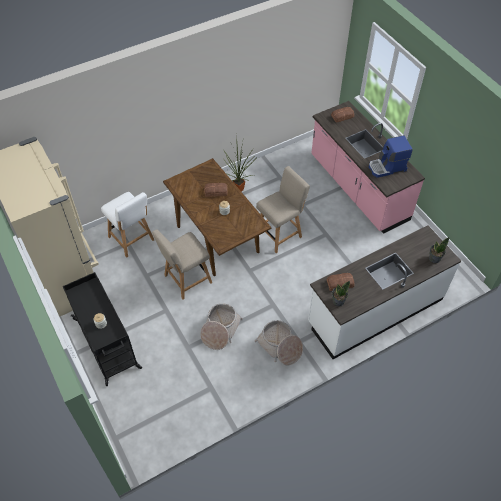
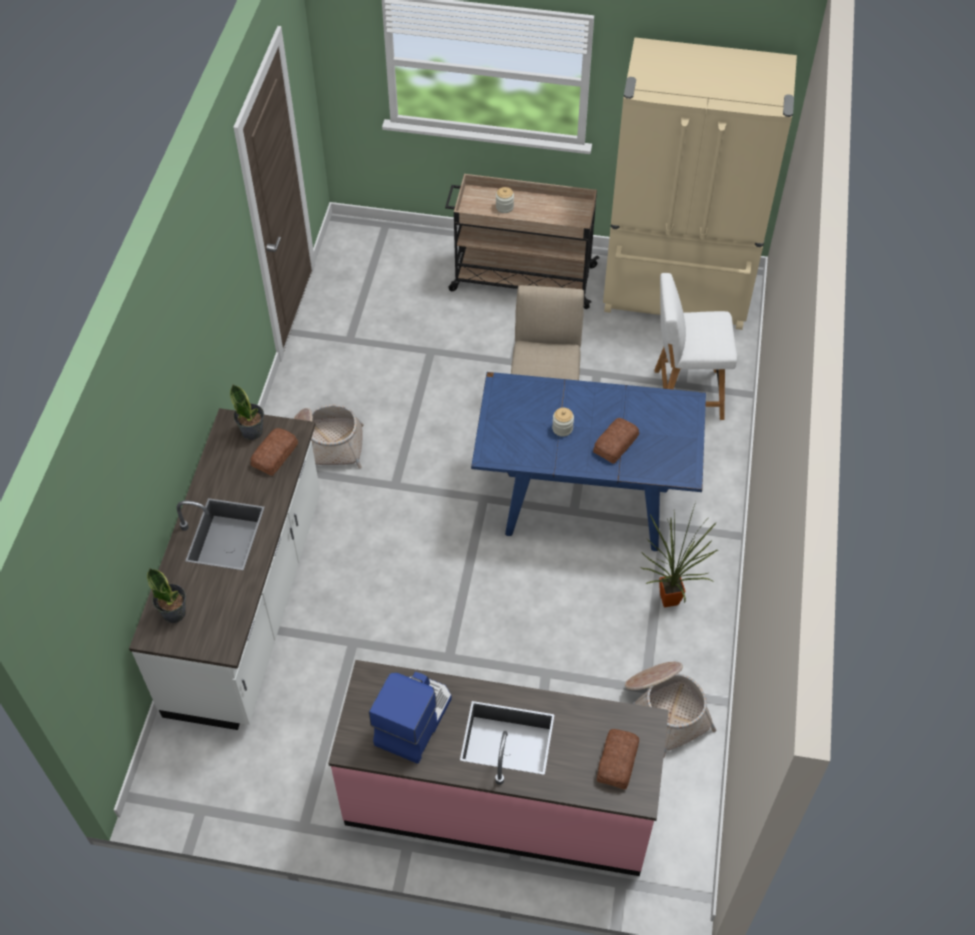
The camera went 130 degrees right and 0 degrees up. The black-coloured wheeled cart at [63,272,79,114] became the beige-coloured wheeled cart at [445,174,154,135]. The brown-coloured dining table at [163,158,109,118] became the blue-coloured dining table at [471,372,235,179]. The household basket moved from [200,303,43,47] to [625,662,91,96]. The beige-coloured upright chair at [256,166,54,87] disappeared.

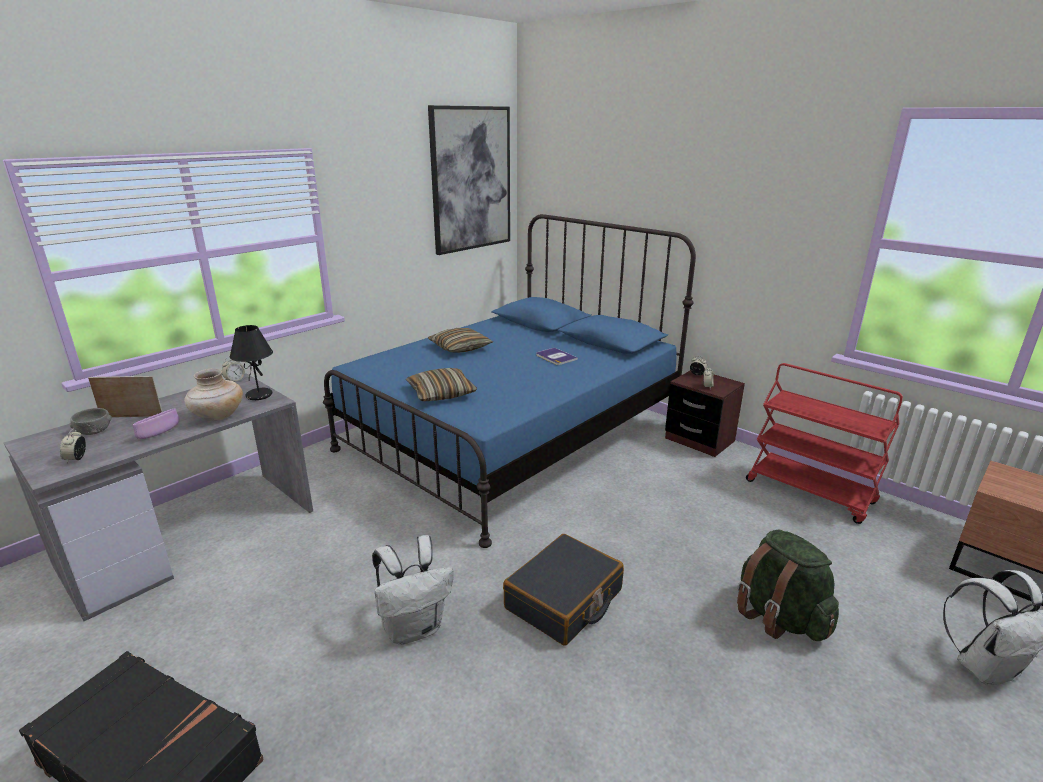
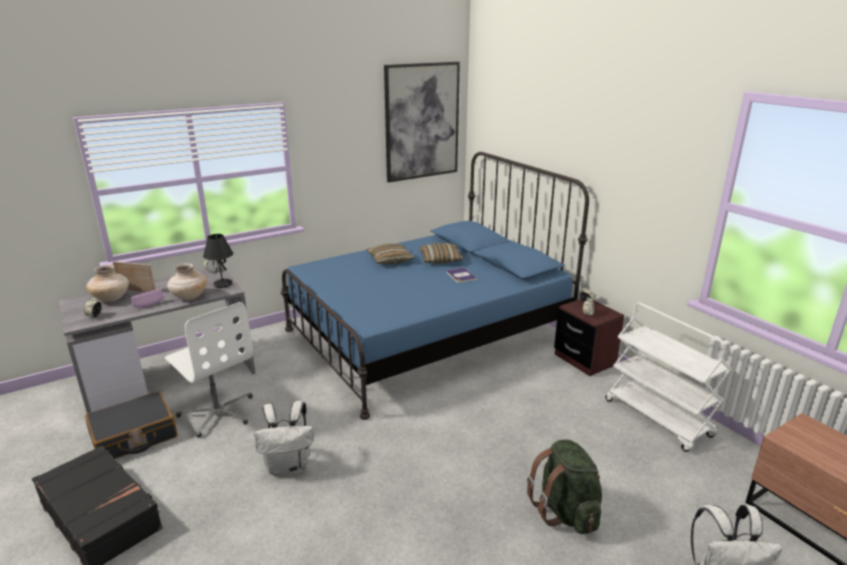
The camera went 15 degrees right and 0 degrees up. The greyish bowl at [69,408,43,27] was replaced by the beige-coloured vase at [87,265,42,37]. The pillow moved from [406,368,71,33] to [419,243,44,20]. The black-coloured piece of luggage moved from [503,534,121,112] to [85,391,93,68]. The red wheeled cart at [746,363,157,161] became the whitish wheeled cart at [605,302,127,150]. The whitish desk chair at [164,302,89,136] appeared.

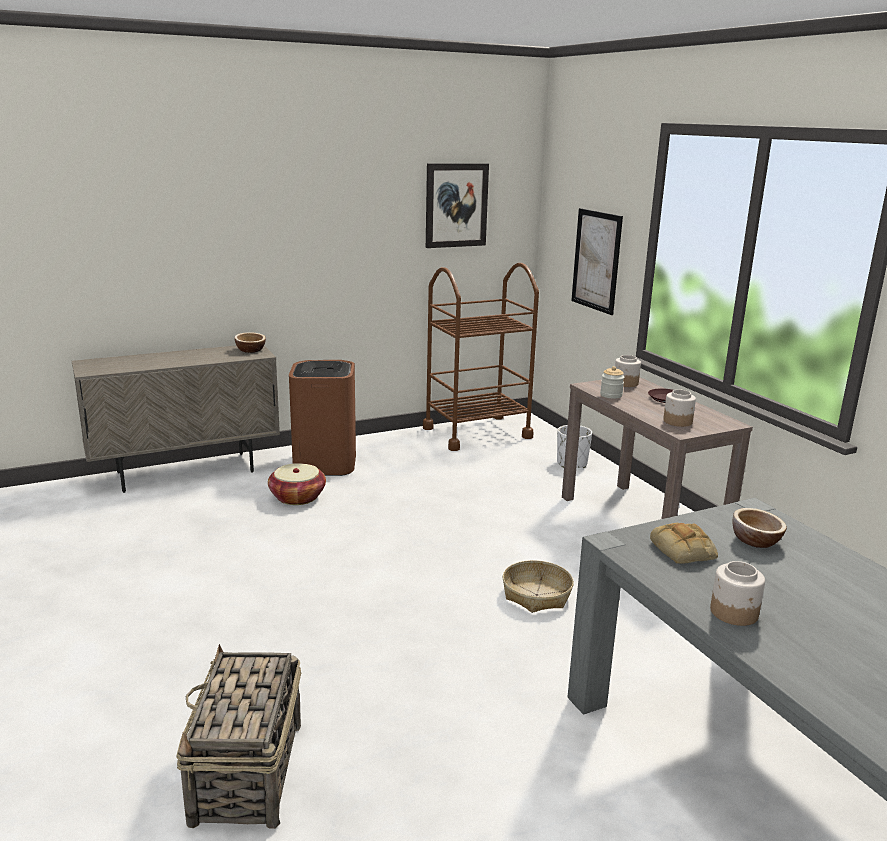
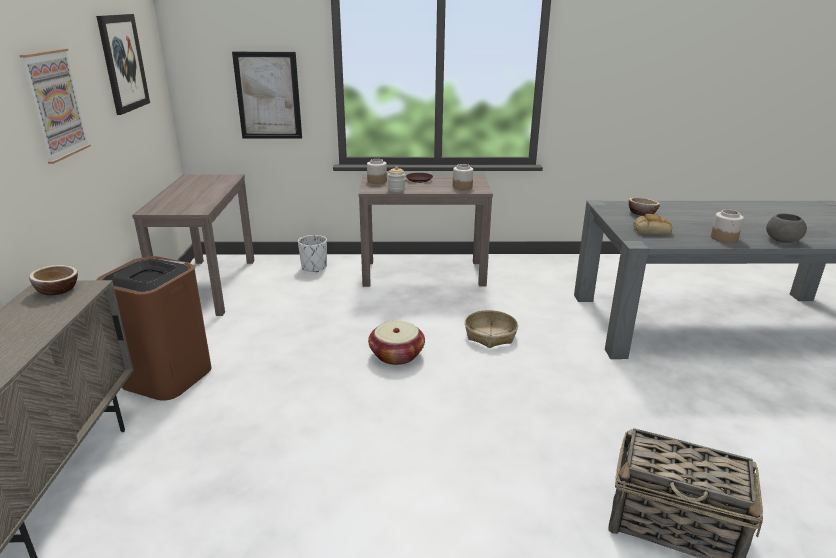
The camera went 65 degrees left and 5 degrees up. The household basket moved from [268,463,58,42] to [368,321,57,44]. The brown-coloured wheeled cart at [423,263,116,188] was replaced by the brown-coloured hall table at [132,174,122,142]. The wall picture at [20,49,71,115] appeared. The greyish bowl at [766,214,41,29] appeared.

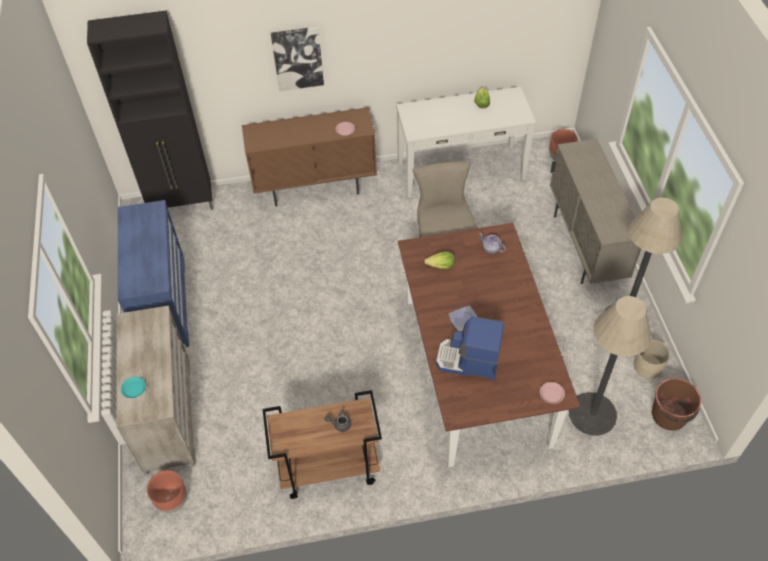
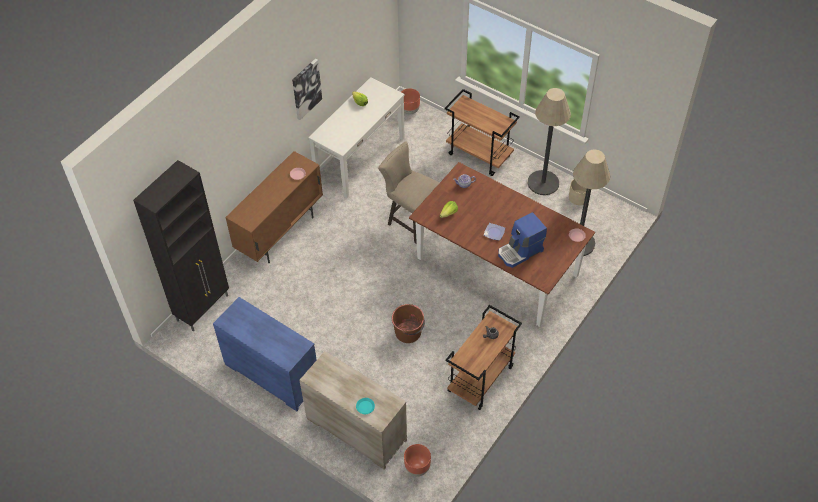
The camera went 45 degrees left and 0 degrees up. The wall picture moved from [271,27,53,64] to [292,58,30,62]. The beige-coloured cabinet at [550,139,91,145] was replaced by the brown-coloured wheeled cart at [445,89,75,87]. The brown-coloured pail moved from [652,378,49,52] to [392,304,33,39].

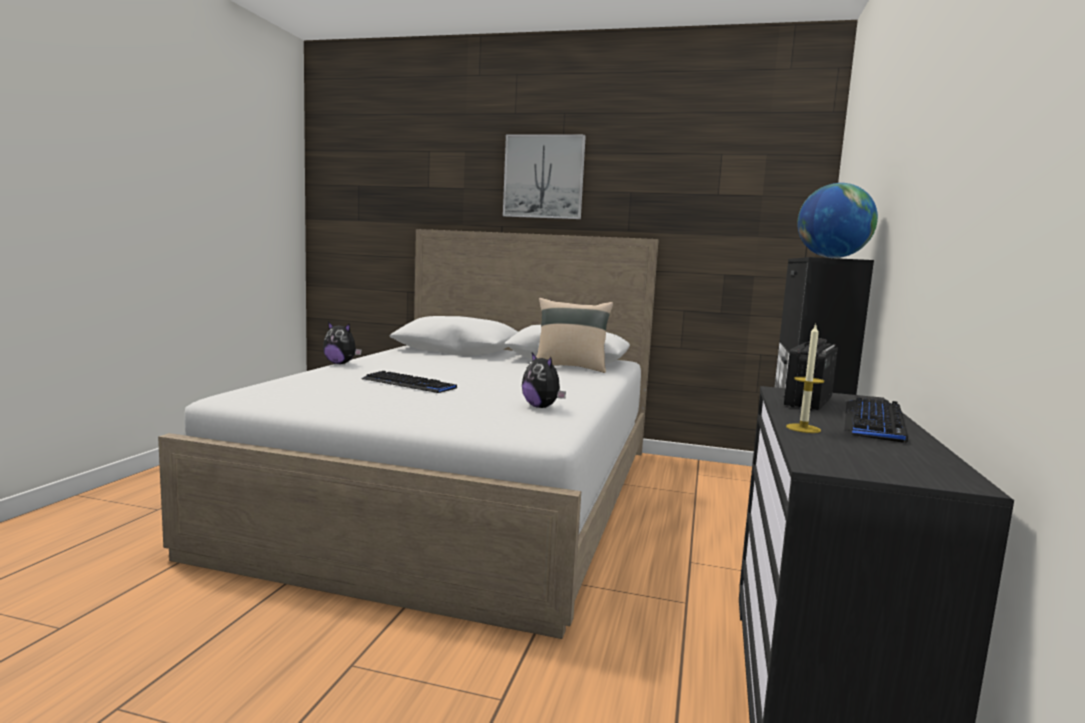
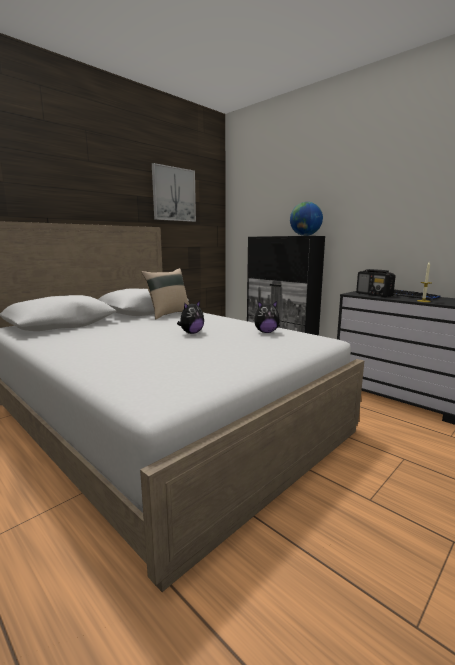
The camera went 60 degrees left and 5 degrees up. The plush toy moved from [323,322,39,42] to [177,301,27,33]. The PC keyboard at [362,371,95,22] disappeared. The wall picture moved from [503,134,83,85] to [152,163,44,59].

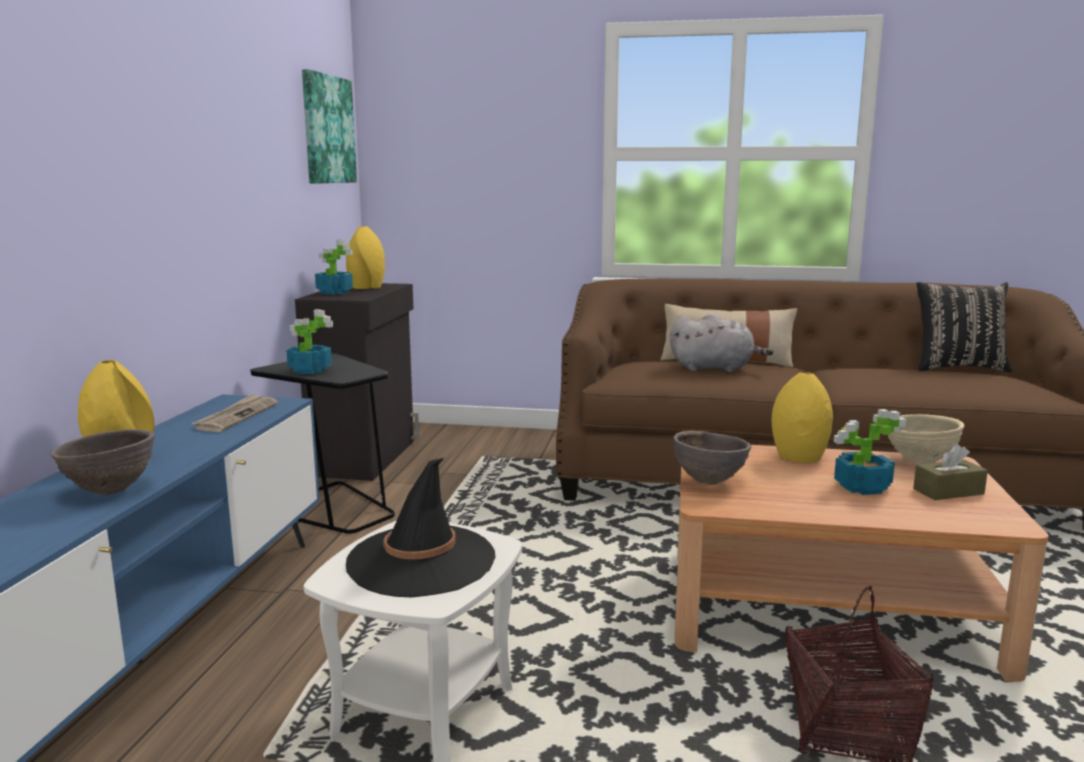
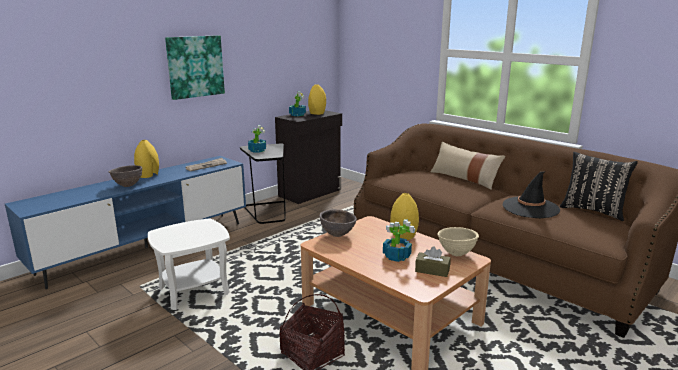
The camera went 35 degrees right and 5 degrees up. The wall picture moved from [302,69,55,115] to [165,35,60,65]. The black-coloured clothing hat moved from [346,458,150,139] to [503,171,57,47]. The greyish plush toy at [670,314,103,58] disappeared.

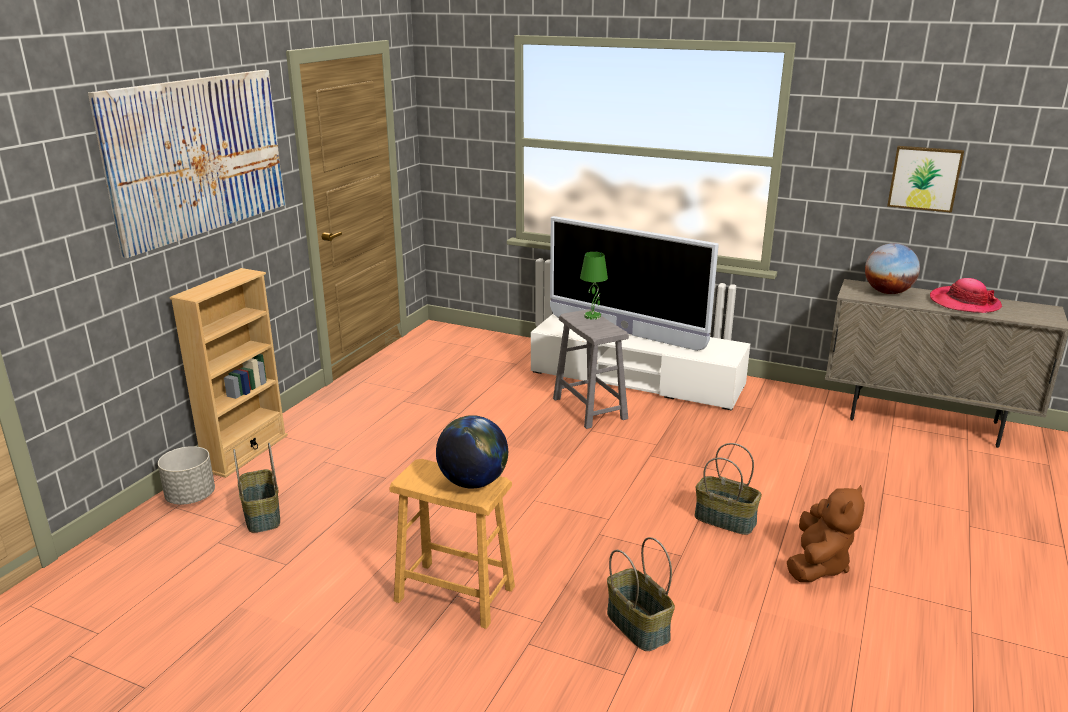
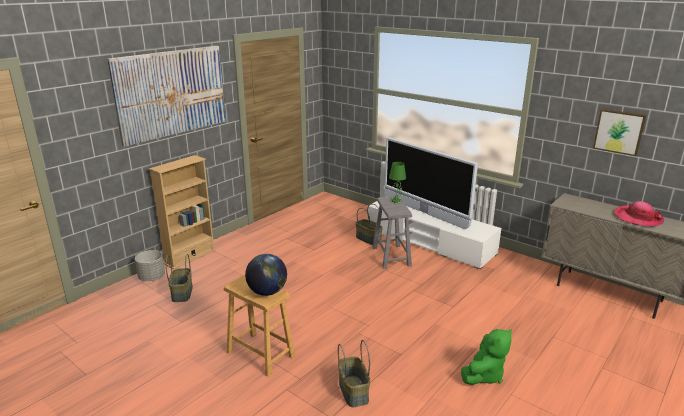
The camera went 15 degrees right and 0 degrees up. The household basket moved from [694,443,68,92] to [356,204,27,41]. The brown-coloured plush toy at [787,485,78,97] became the greenish plush toy at [461,329,51,56]. The world globe at [865,243,55,51] disappeared.

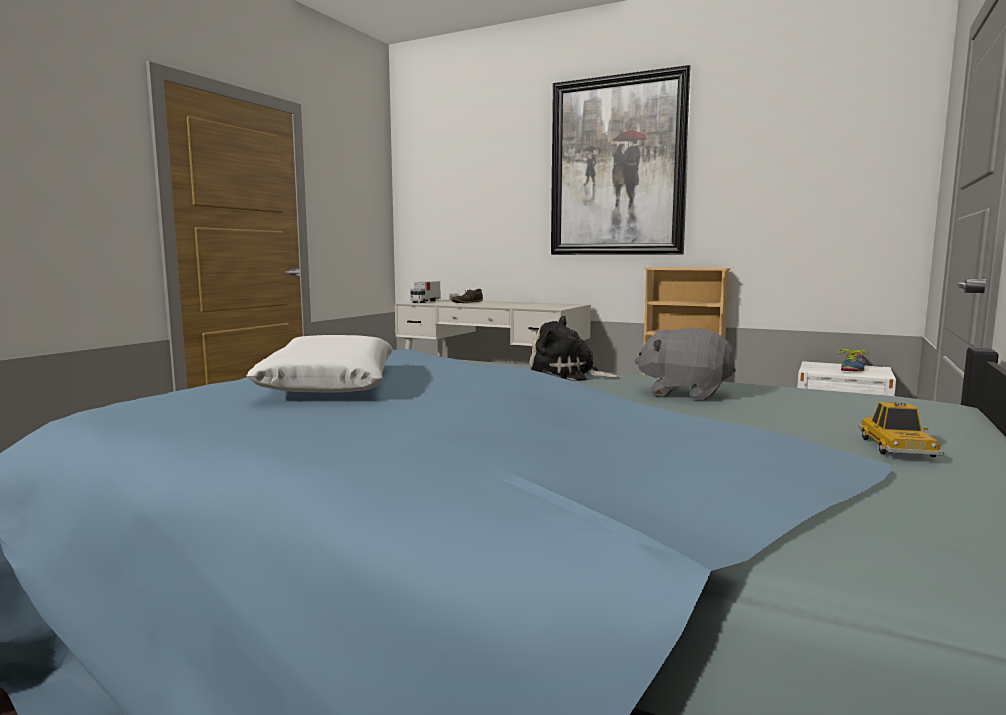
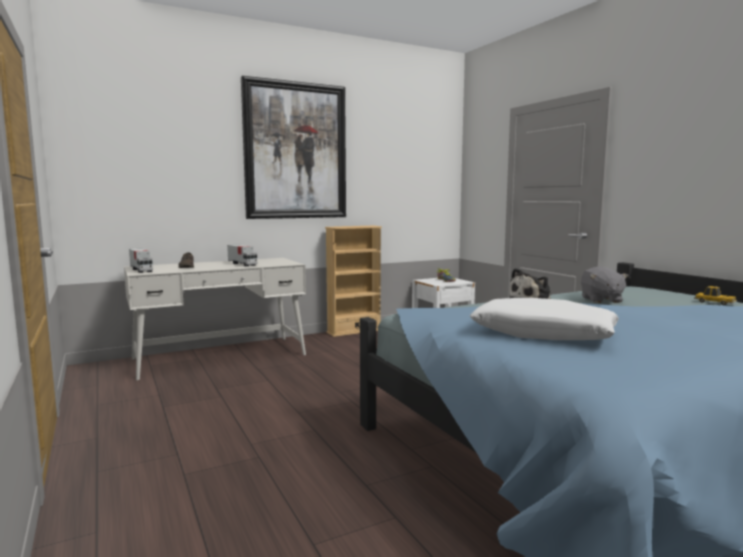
The camera went 55 degrees left and 0 degrees up. The greyish plush toy at [634,328,102,72] turned 60 degrees counterclockwise. The toy lorry at [227,244,30,22] appeared.

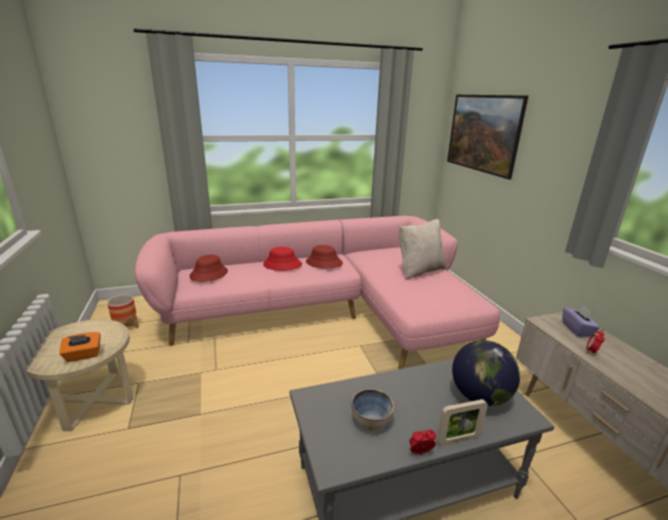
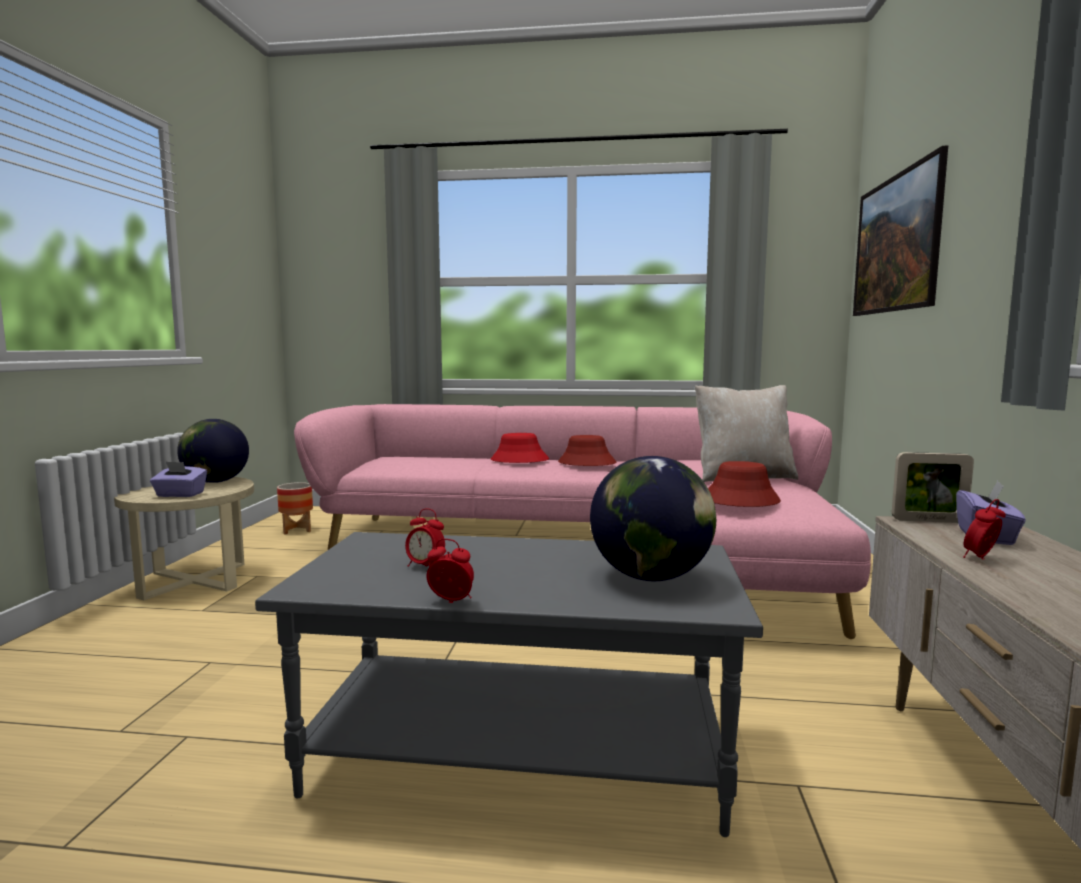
The camera went 25 degrees right and 15 degrees down. The orange-coloured box of tissues at [59,332,42,30] became the purple-coloured box of tissues at [150,462,57,35]. The red clothing hat moved from [189,255,39,27] to [708,461,73,46]. The bowl at [351,389,43,42] was replaced by the alarm clock at [405,508,40,59]. The photo frame moved from [437,399,51,47] to [892,452,82,71]. The world globe at [177,419,72,64] appeared.

